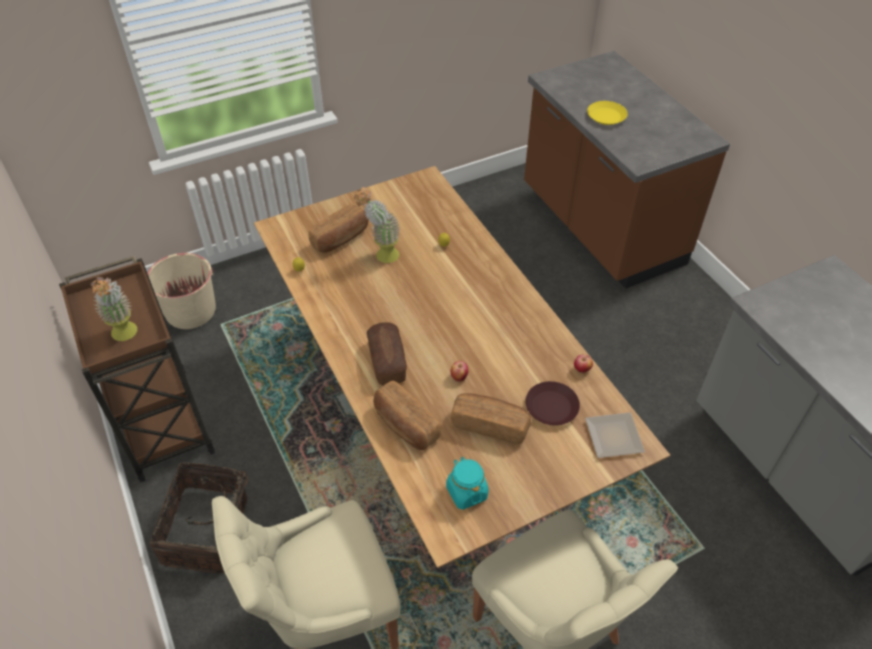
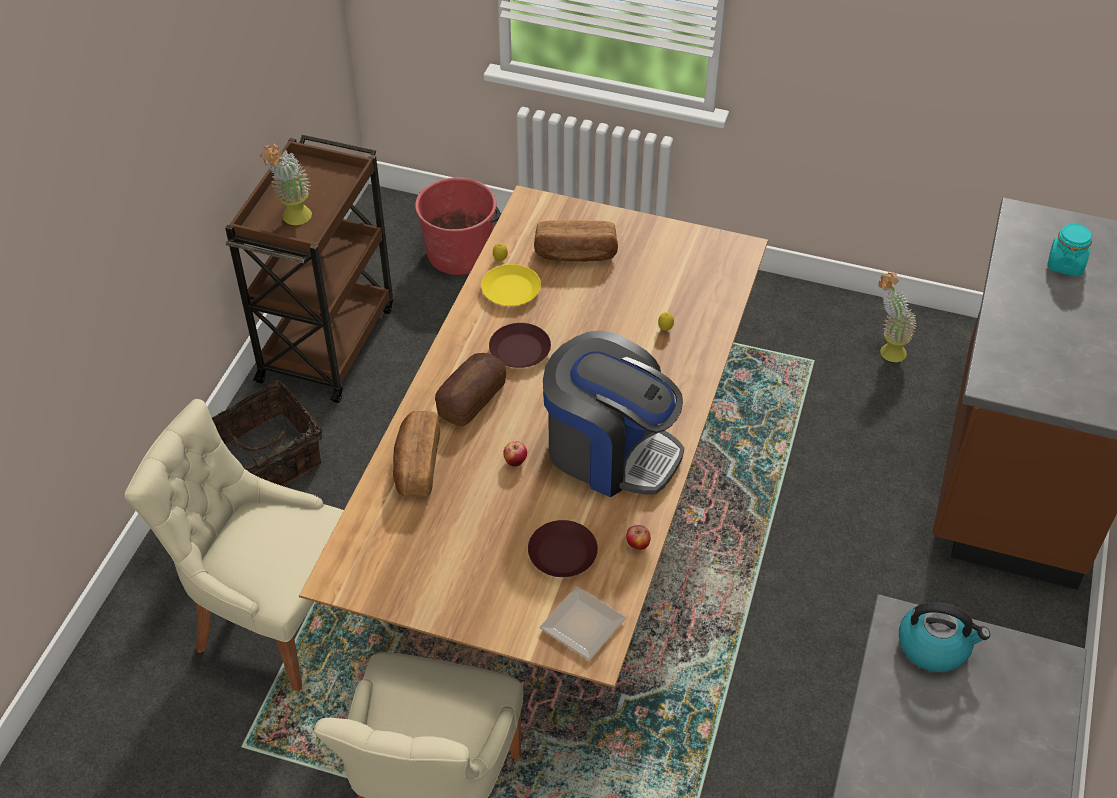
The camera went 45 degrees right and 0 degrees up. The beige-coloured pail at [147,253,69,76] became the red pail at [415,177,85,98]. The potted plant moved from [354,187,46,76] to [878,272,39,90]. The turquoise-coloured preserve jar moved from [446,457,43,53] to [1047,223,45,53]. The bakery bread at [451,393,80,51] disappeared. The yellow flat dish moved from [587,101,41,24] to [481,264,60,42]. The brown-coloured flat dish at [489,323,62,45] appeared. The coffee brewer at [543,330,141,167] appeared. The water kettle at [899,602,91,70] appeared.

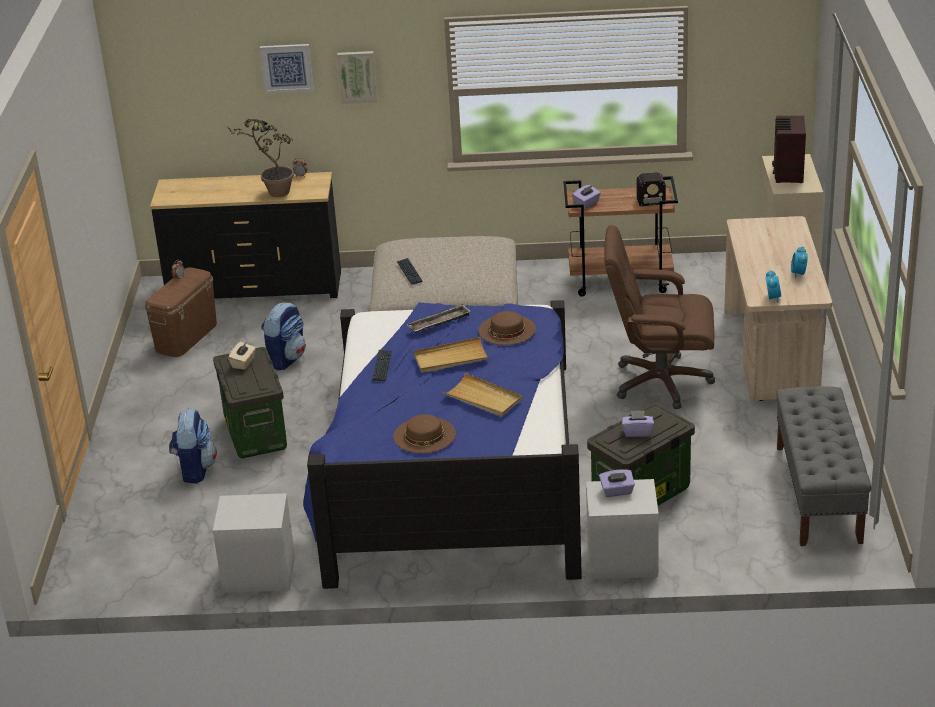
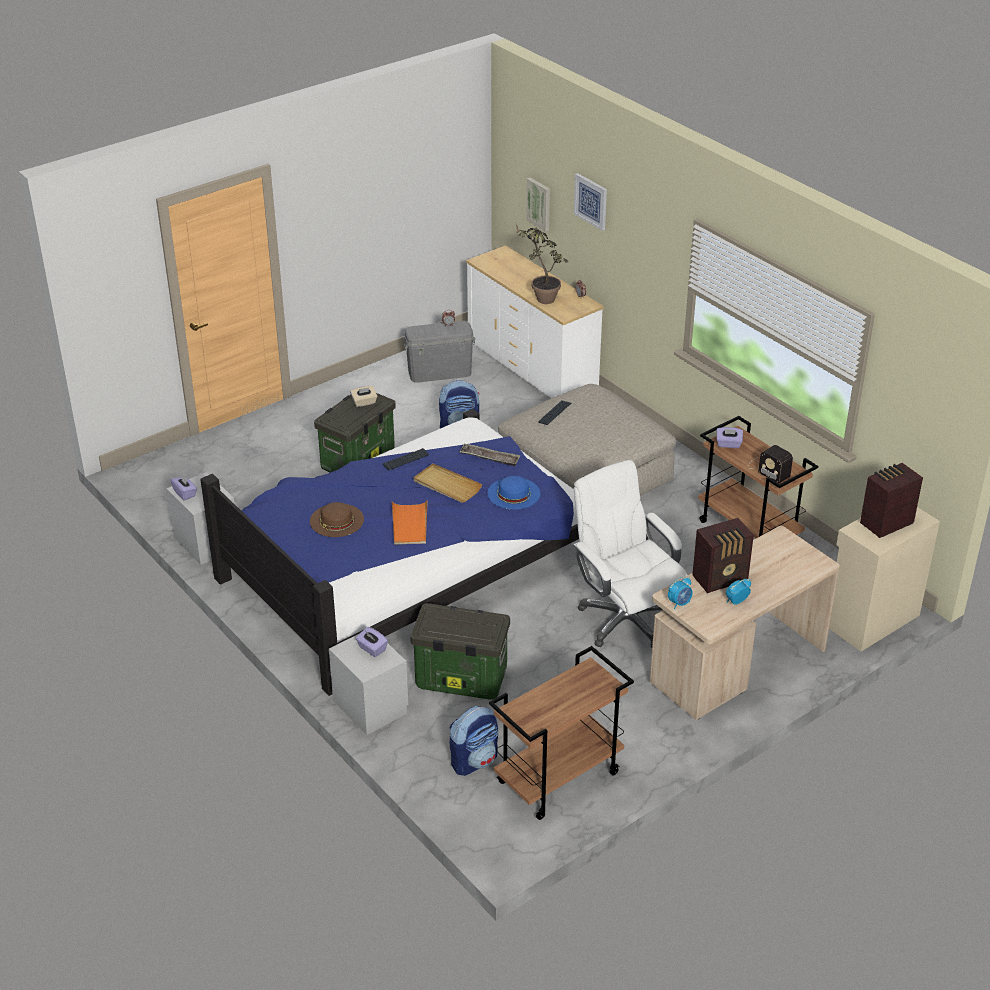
The camera went 50 degrees right and 5 degrees up. The brown-coloured storage bin at [145,267,72,90] became the greyish storage bin at [403,321,72,61]. The black-coloured dresser at [150,172,191,127] became the whitish dresser at [466,245,138,153]. The rucksack moved from [169,409,48,75] to [449,706,49,70]. The wall picture moved from [337,51,41,53] to [526,177,24,55]. The beige-coloured serving tray at [442,373,81,44] became the orange-coloured serving tray at [392,500,36,45]. The brown-coloured clothing hat at [478,311,58,34] became the blue-coloured clothing hat at [488,476,52,34]. The brown-coloured desk chair at [604,225,111,184] became the whitish desk chair at [573,460,114,188]. The purple-coloured box of tissues moved from [622,411,32,26] to [170,475,27,26]. The greyish indoor bench at [776,386,95,160] was replaced by the brown-coloured wheeled cart at [489,646,145,174]. The radio set at [692,518,62,75] appeared.

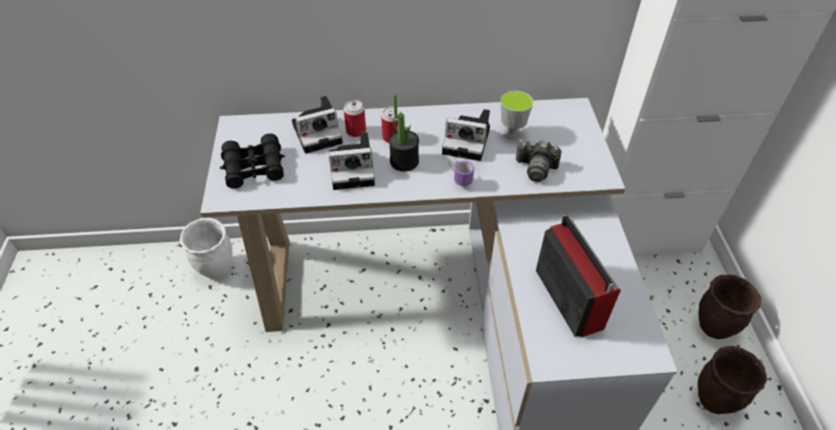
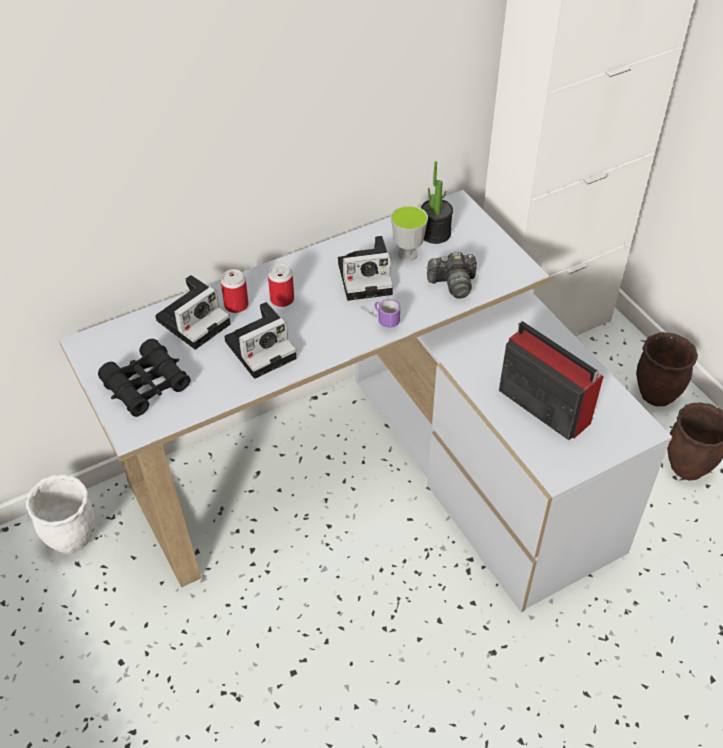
The camera went 25 degrees left and 0 degrees up. The potted plant moved from [389,94,30,78] to [421,161,32,83].

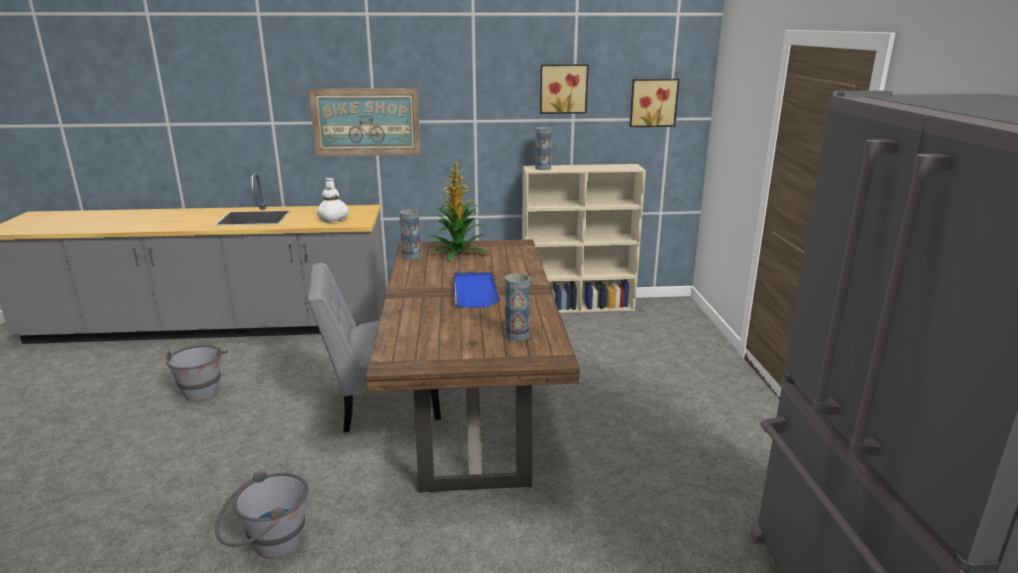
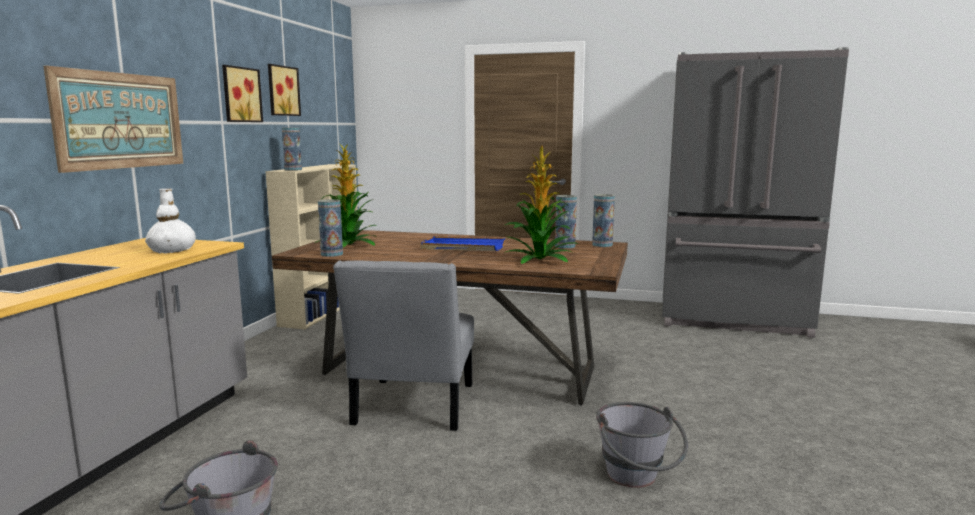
The camera went 70 degrees left and 10 degrees down. The wall picture moved from [630,79,50,48] to [222,65,41,57]. The potted plant at [504,146,75,118] appeared. The vase at [592,194,23,53] appeared.

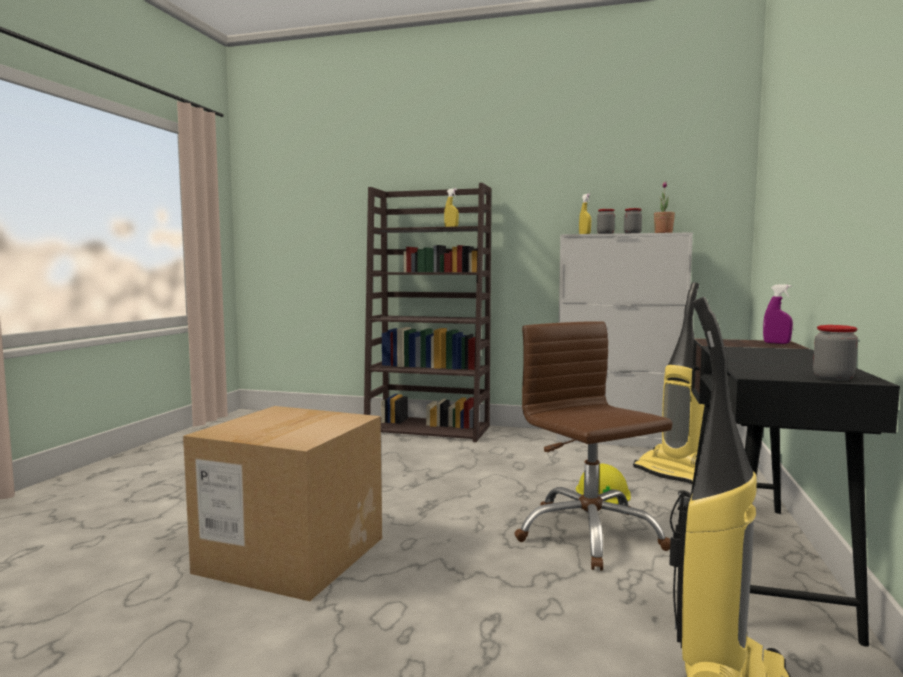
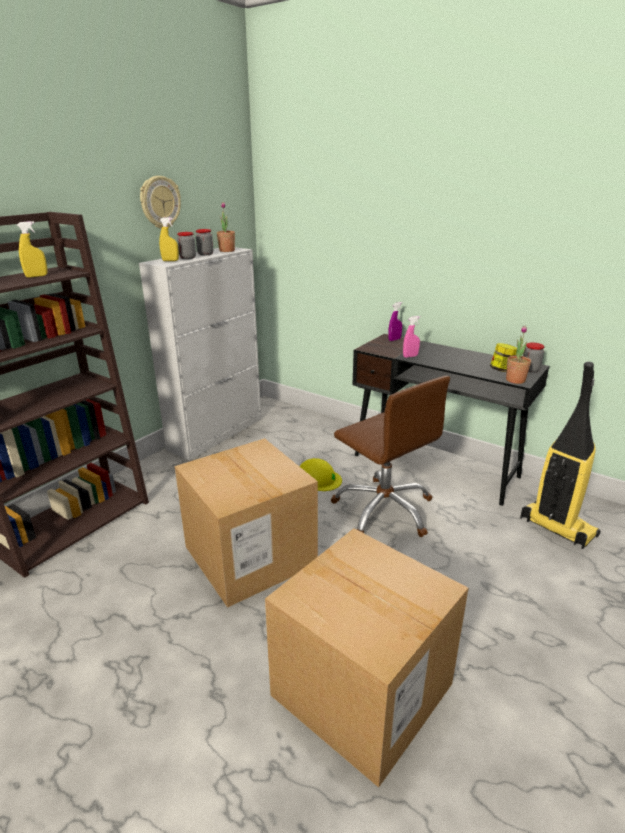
The camera went 70 degrees left and 20 degrees up. The brown-coloured desk chair at [514,321,158,249] turned 120 degrees counterclockwise. The hoover at [633,282,72,202] disappeared. The wall clock at [140,176,41,53] appeared. The carton at [175,438,143,170] appeared. The pinkish hand sprayer at [403,316,17,42] appeared. The preserve jar at [490,343,27,29] appeared. The potted plant at [506,326,25,58] appeared.

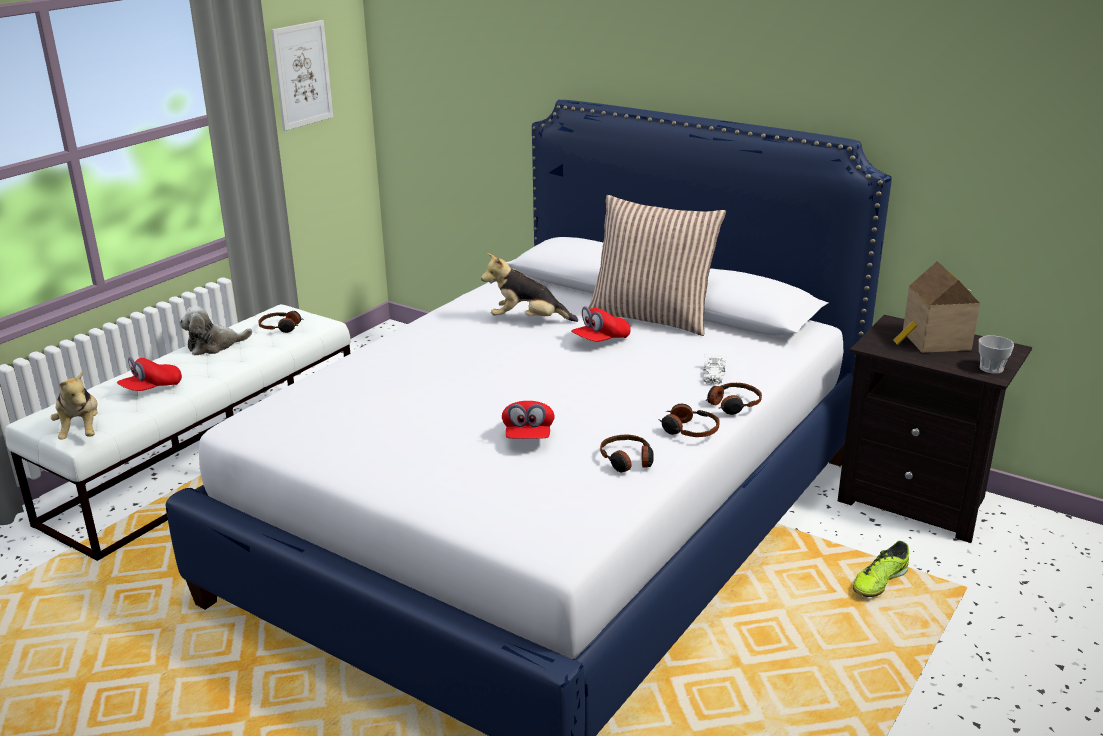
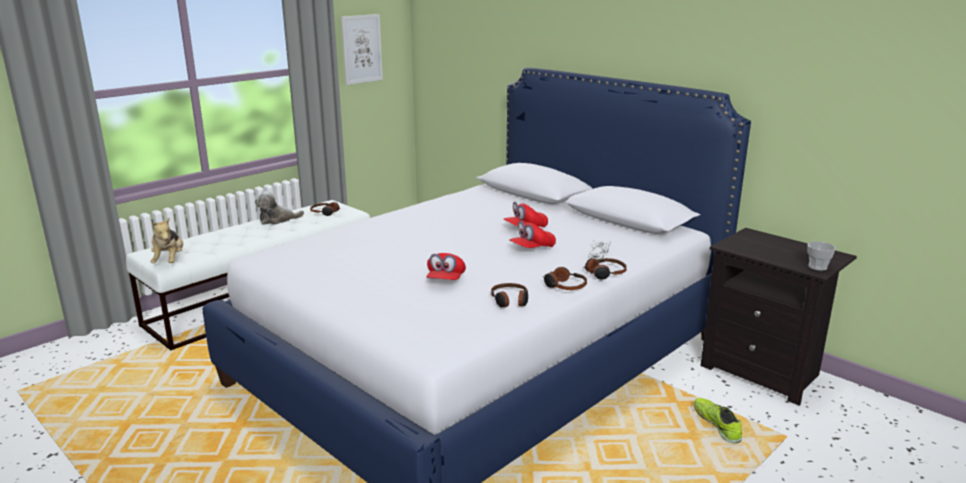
The camera went 10 degrees right and 5 degrees down. The red peaked cap moved from [117,357,65,34] to [509,221,47,27]. The plush toy at [481,253,97,69] disappeared. The pillow at [588,195,138,141] disappeared. The shoe at [853,541,56,56] turned 105 degrees clockwise. The toy house at [893,261,87,92] disappeared.

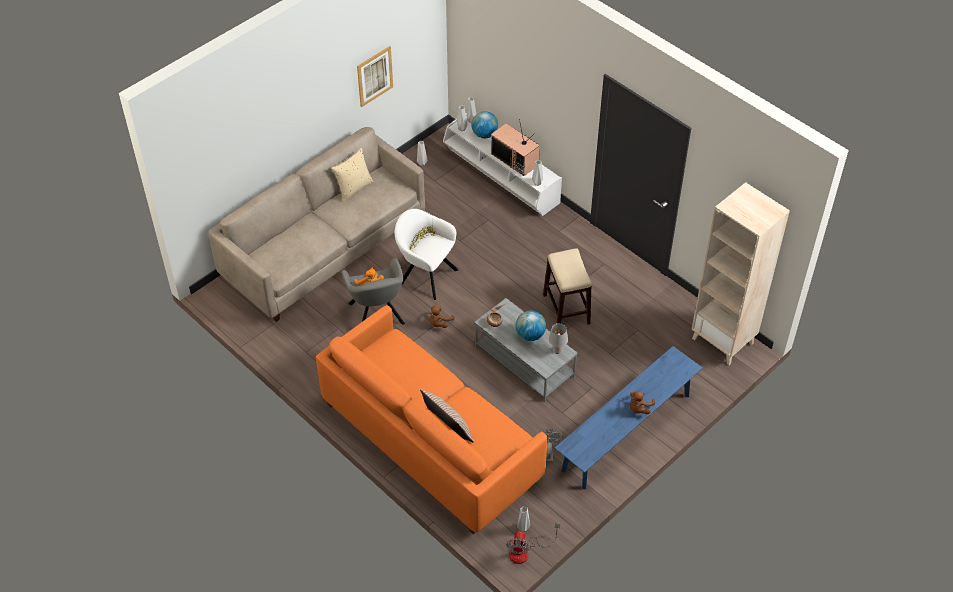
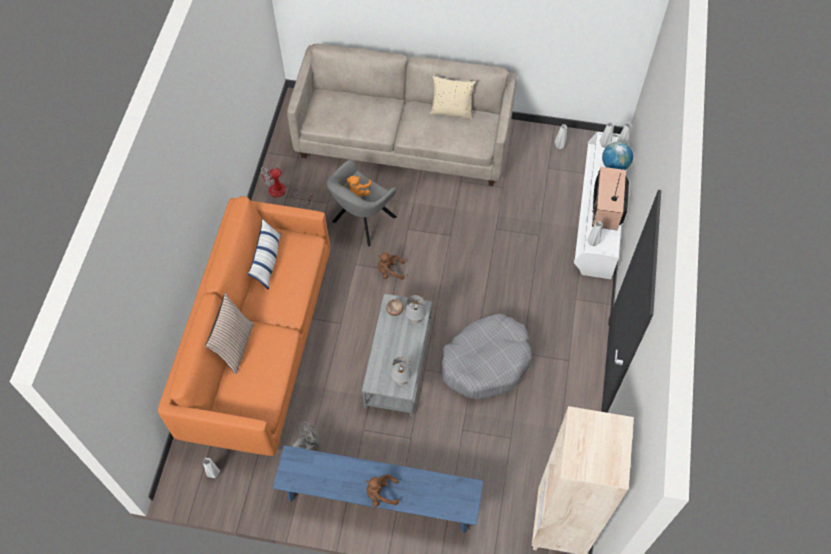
The camera went 55 degrees right and 10 degrees up. The wall picture at [357,46,36,61] disappeared. The whitish armchair at [394,209,64,91] disappeared. The fan moved from [506,524,54,40] to [261,166,52,40]. The world globe at [516,311,30,30] disappeared. The sitting stool at [543,248,49,77] was replaced by the greyish dog cushion at [441,313,91,86]. The pillow at [248,218,34,72] appeared. The greyish table lamp at [405,295,22,29] appeared.

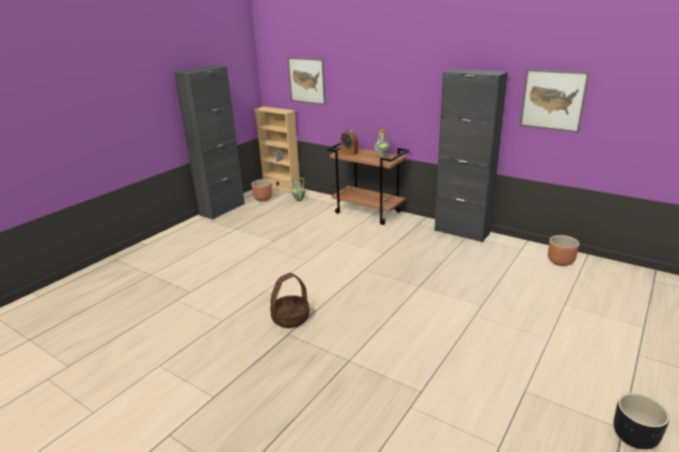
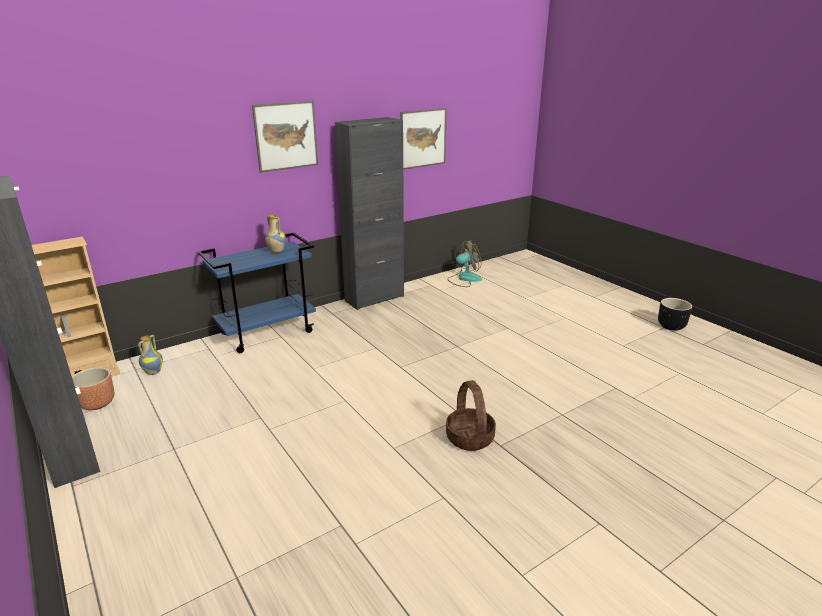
The camera went 70 degrees left and 0 degrees up. The wall picture moved from [288,57,38,48] to [252,101,66,72]. The brown-coloured wheeled cart at [327,143,82,82] became the blue-coloured wheeled cart at [198,233,118,120]. The alarm clock at [341,130,18,25] disappeared. The brown-coloured planter at [548,235,31,31] was replaced by the fan at [447,240,35,47].

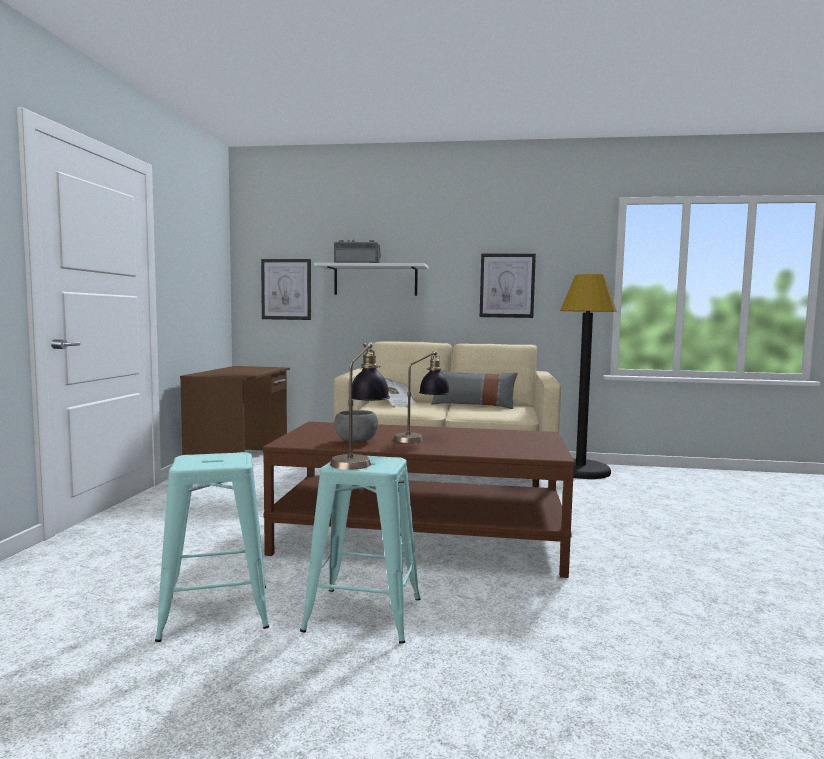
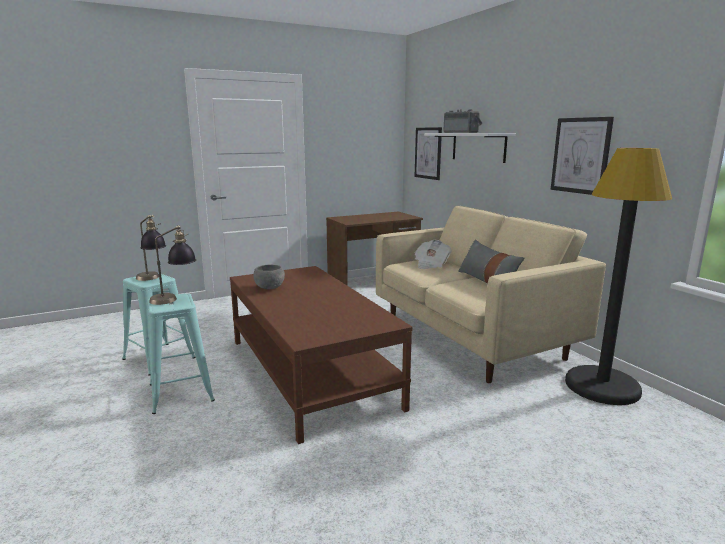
The camera went 55 degrees right and 10 degrees up. The table lamp moved from [394,351,56,92] to [136,215,30,66].

